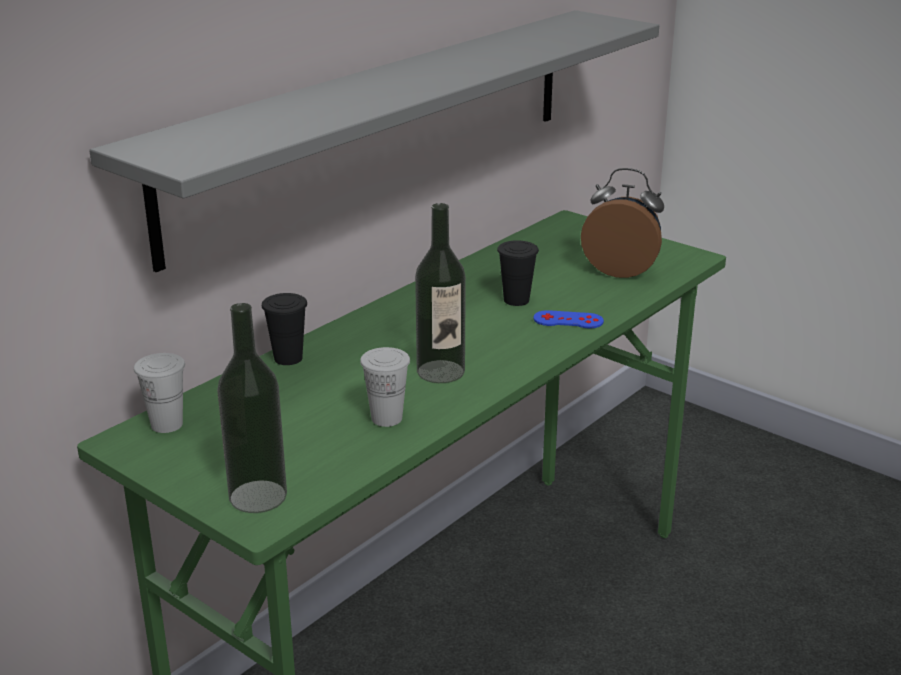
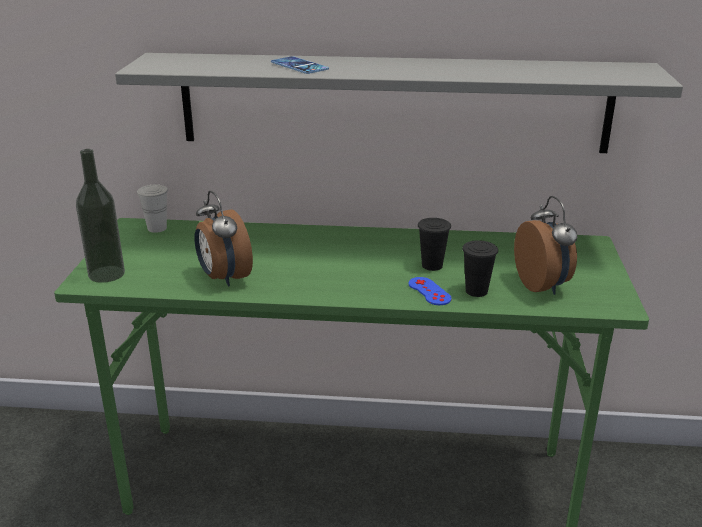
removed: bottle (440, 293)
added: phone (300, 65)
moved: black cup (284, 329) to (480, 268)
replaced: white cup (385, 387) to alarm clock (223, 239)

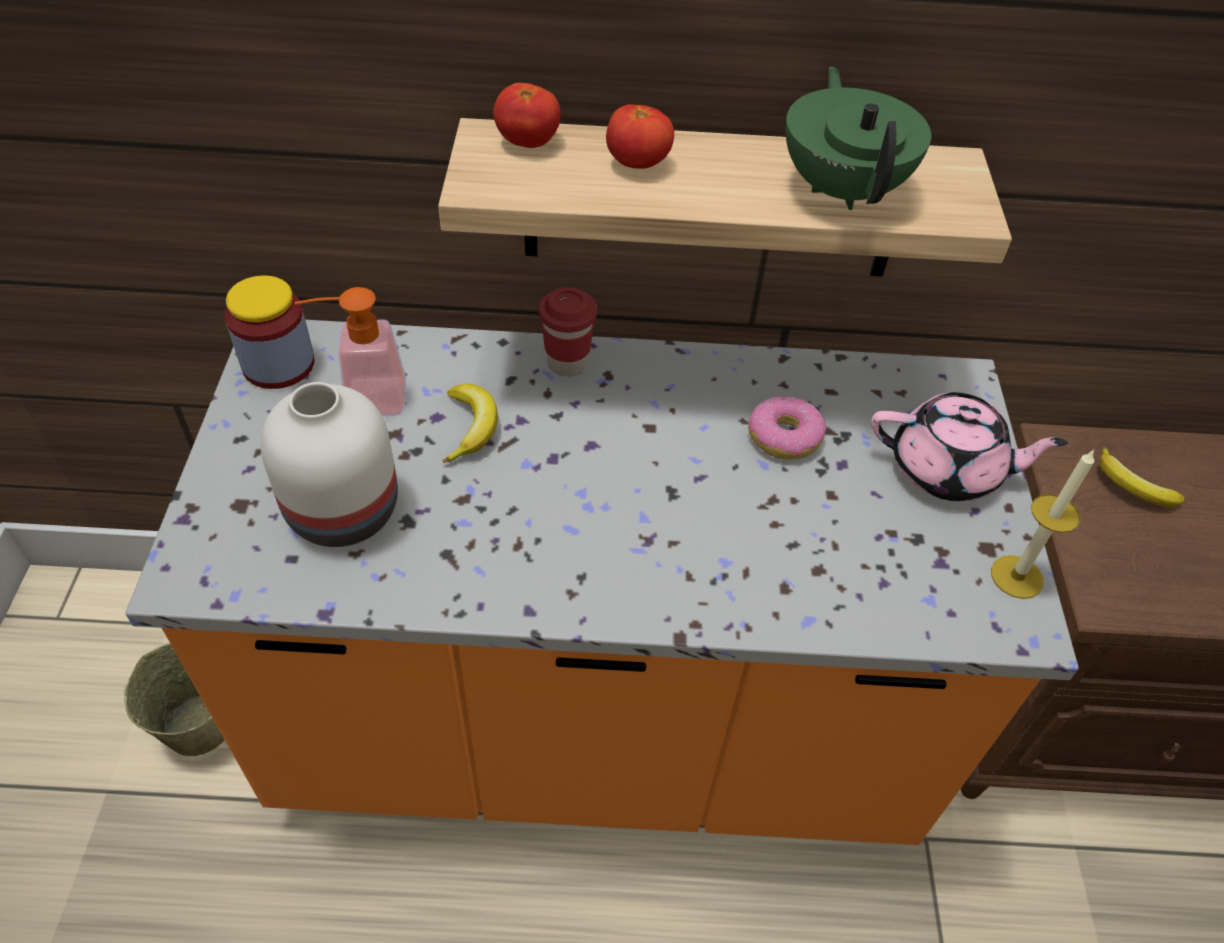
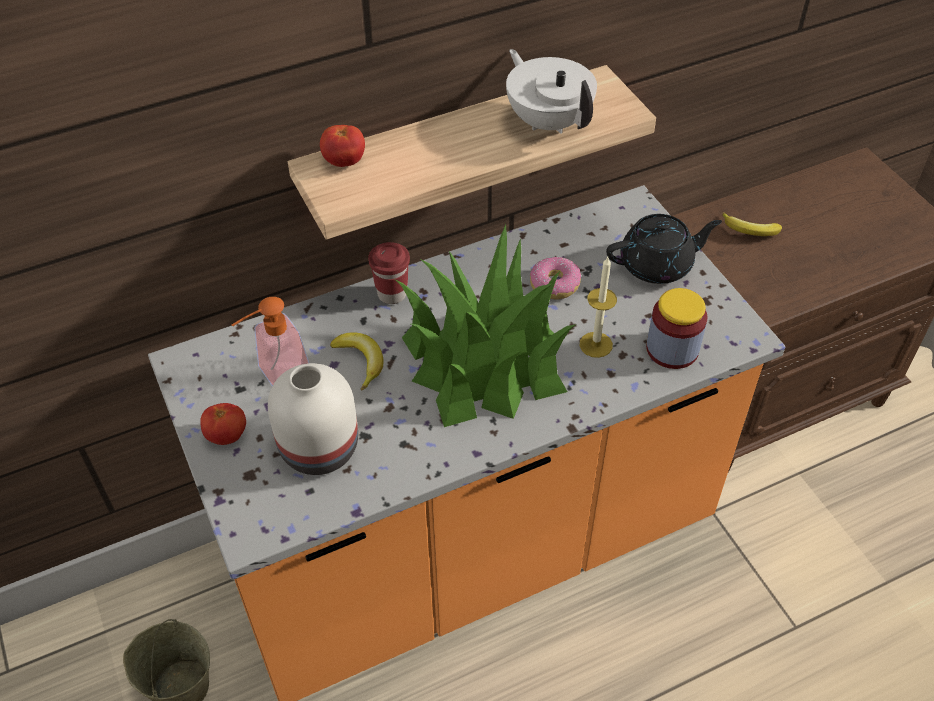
added: potted plant (486, 325)
moved: jar (270, 332) to (676, 328); tomato (640, 136) to (223, 424); candle (1043, 524) to (598, 307)
recoloured: green teapot (858, 138) to white teapot (551, 91); pink teapot (969, 447) to black teapot (664, 249)

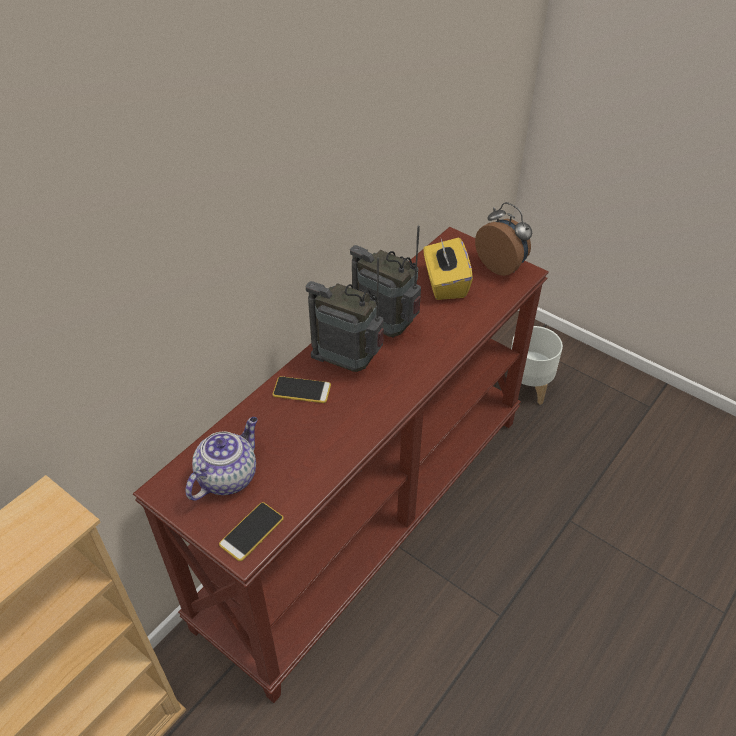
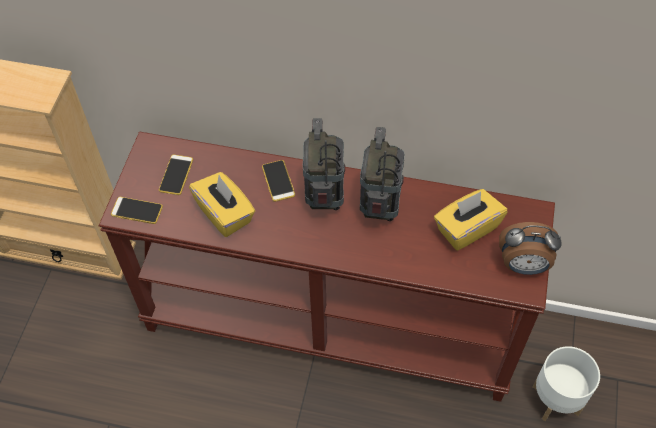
added: yellow tissue box (222, 204)
replaced: teapot (222, 458) to phone (176, 175)
turned: alarm clock (503, 239) = (530, 248) 75 degrees clockwise

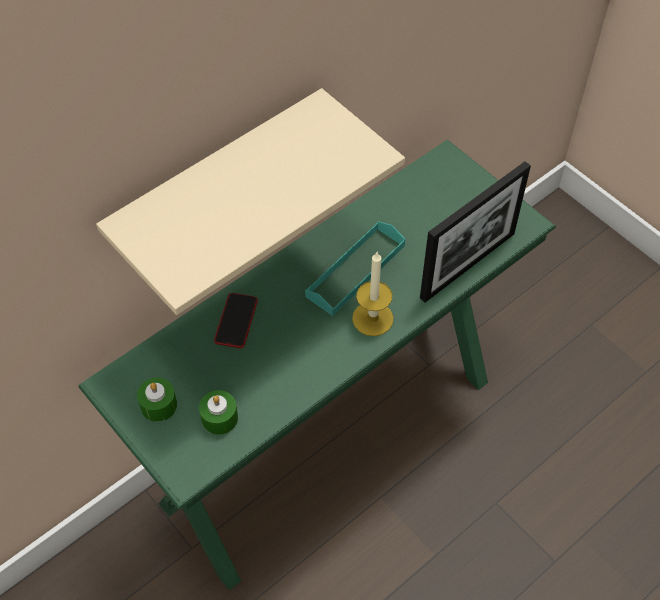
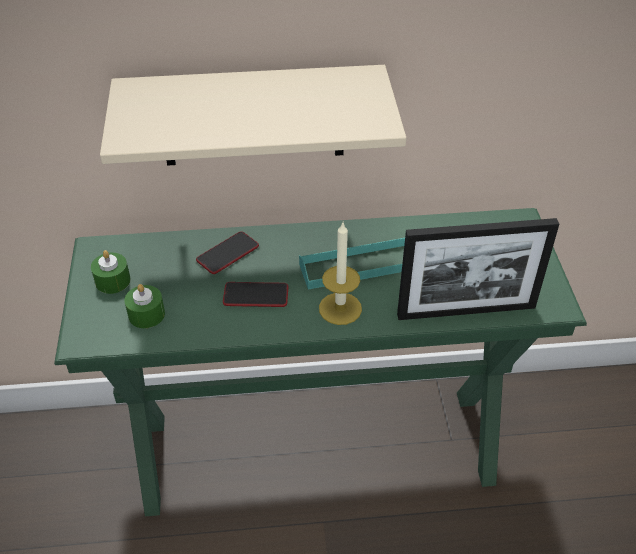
added: phone (255, 294)

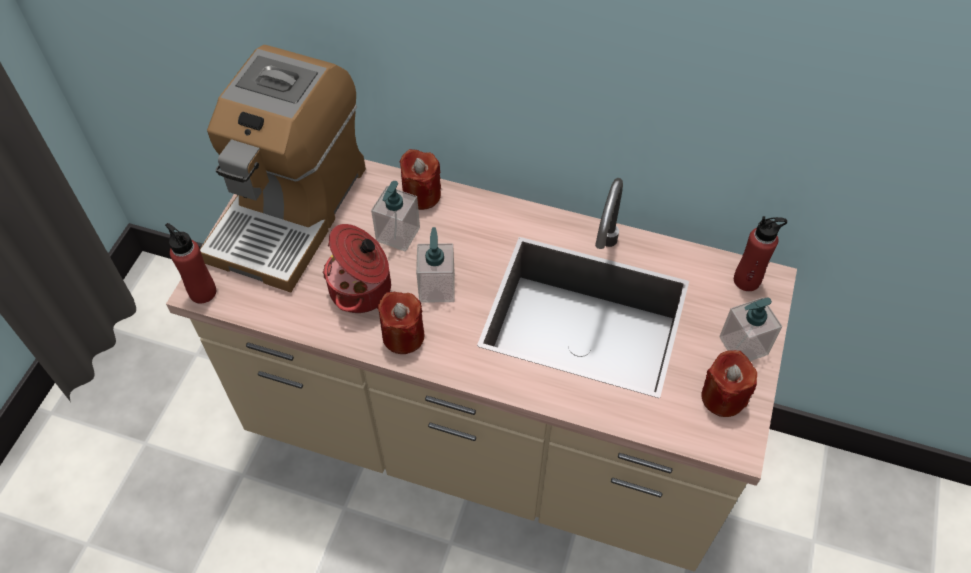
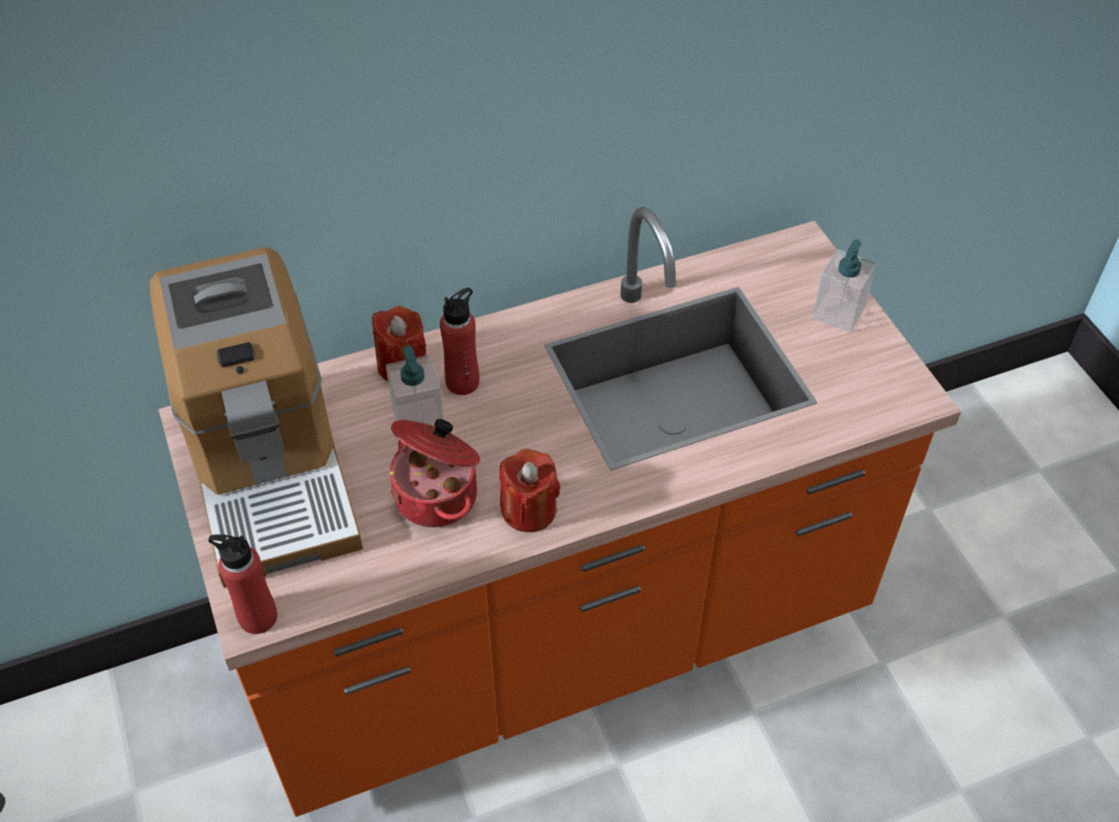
removed: soap dispenser (435, 265); red candle (729, 383)
moved: red bottle (760, 253) to (459, 341)
recoloured: beige counter (481, 365) to orange counter (559, 512)

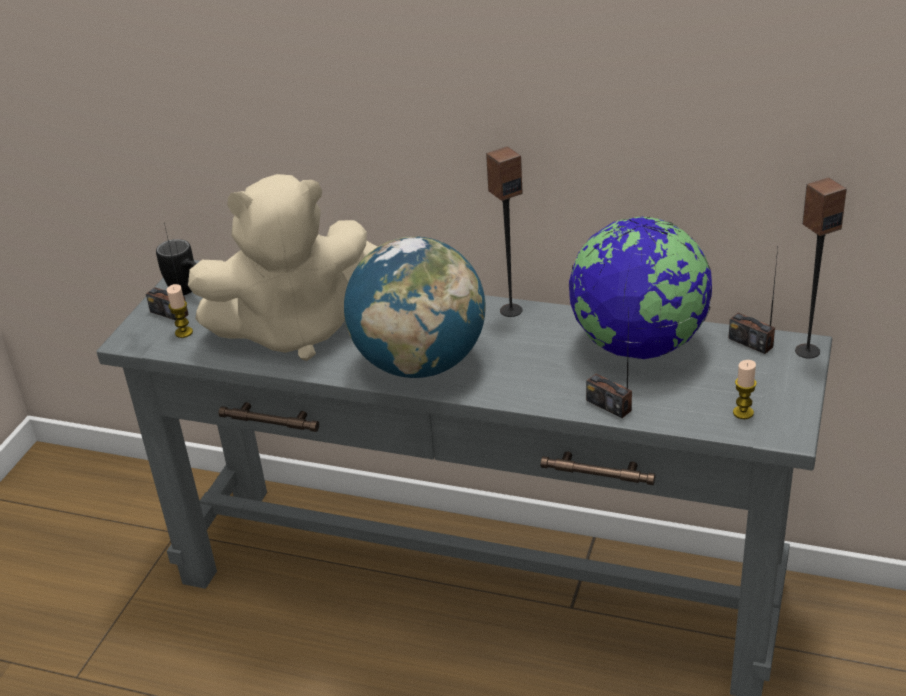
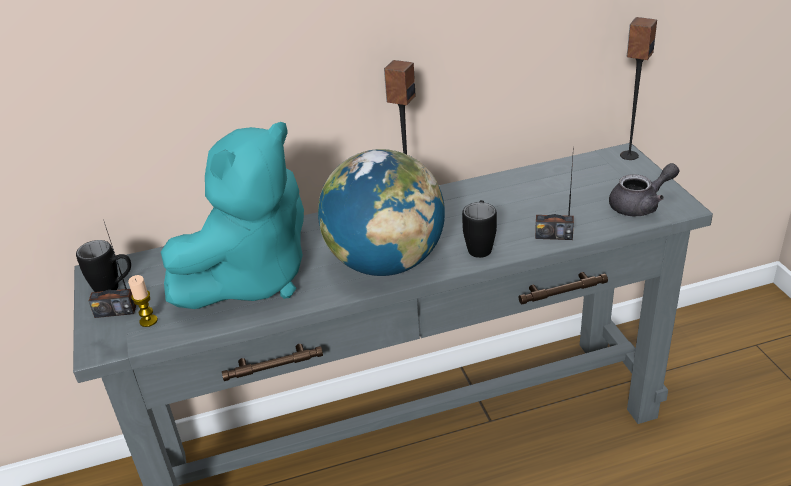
removed: globe (640, 288); radio (753, 301)
added: black mug (479, 229)
replaced: candle (745, 389) to grey teapot (644, 189)
recoloured: beige plush toy (282, 267) to turquoise plush toy (232, 215)

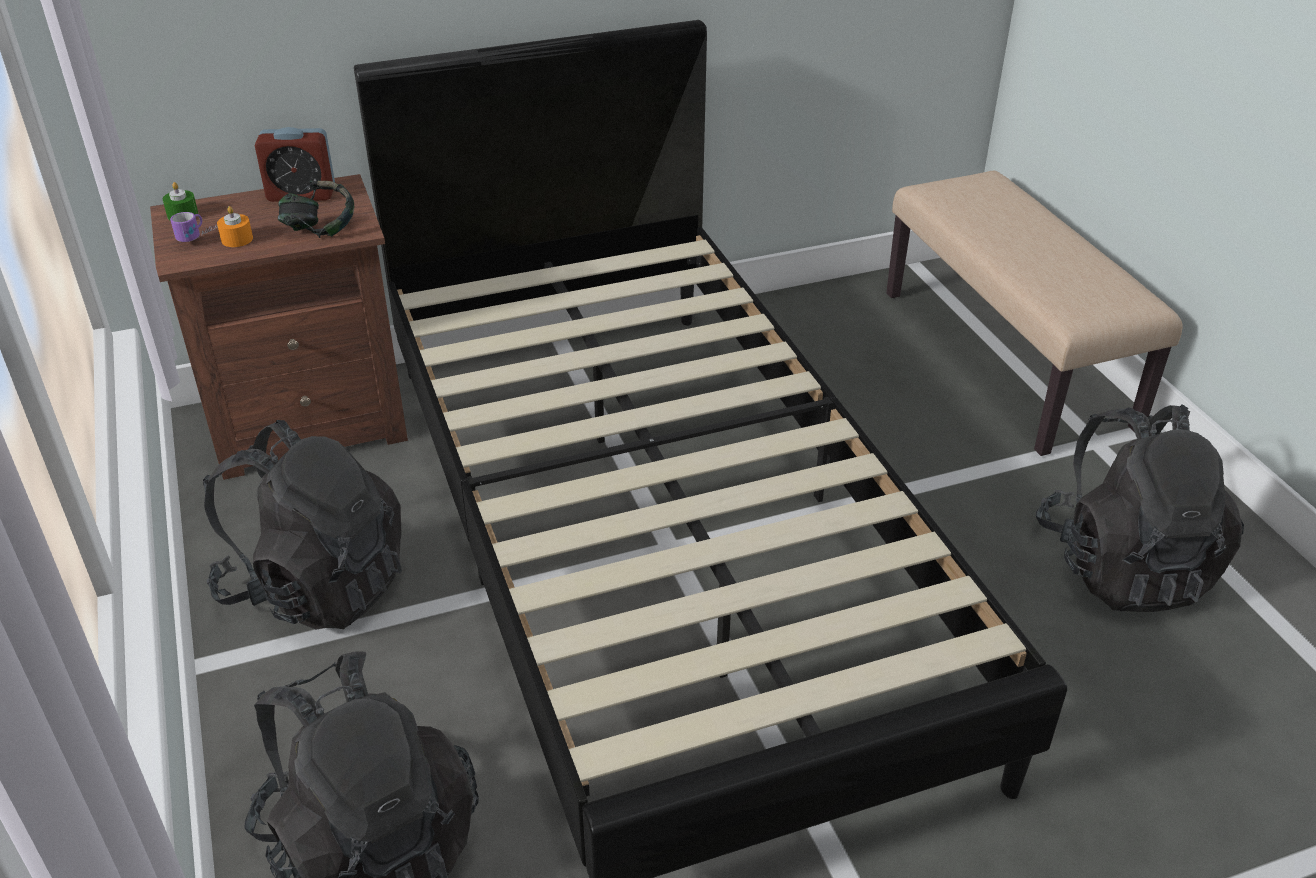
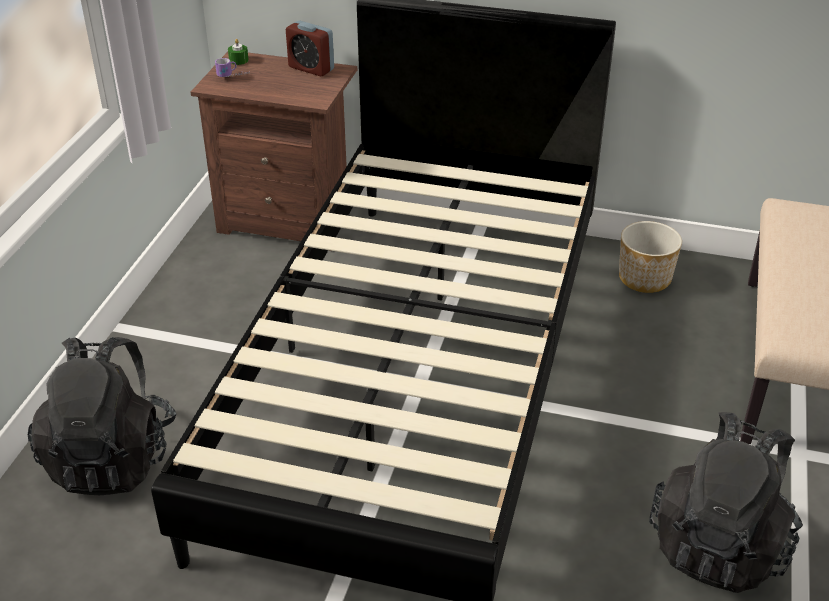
removed: black backpack (302, 525); orange candle (235, 226); headphones (316, 209)
added: planter (650, 257)

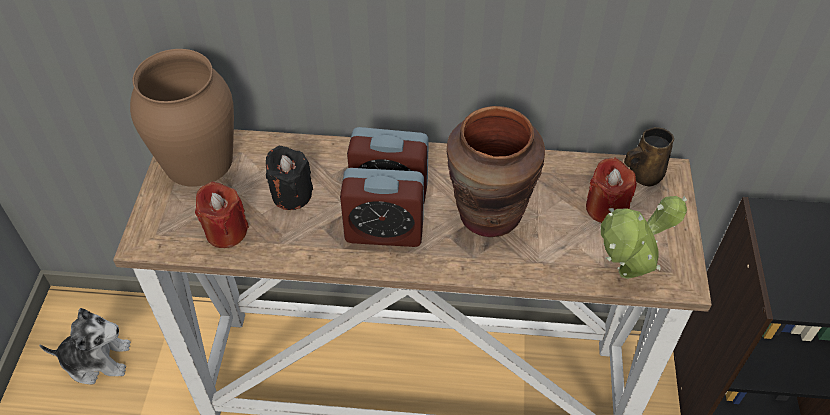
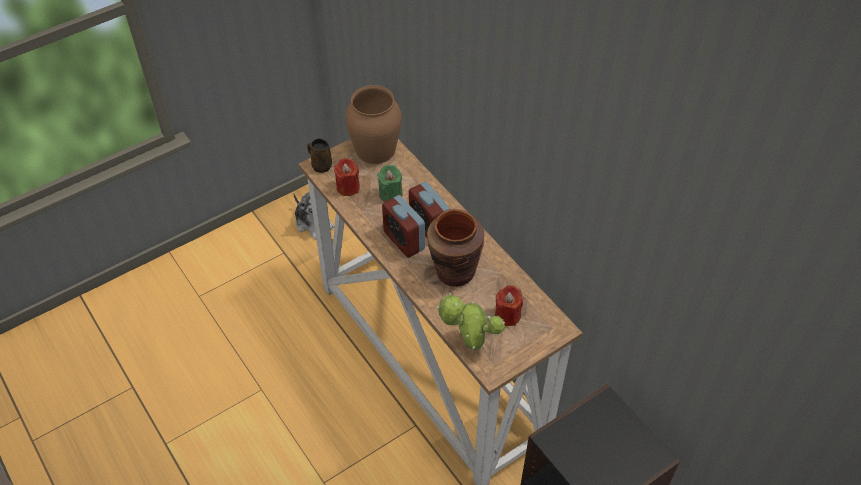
moved: brown mug (649, 157) to (319, 155)
recoloured: black candle (289, 178) to green candle (390, 183)

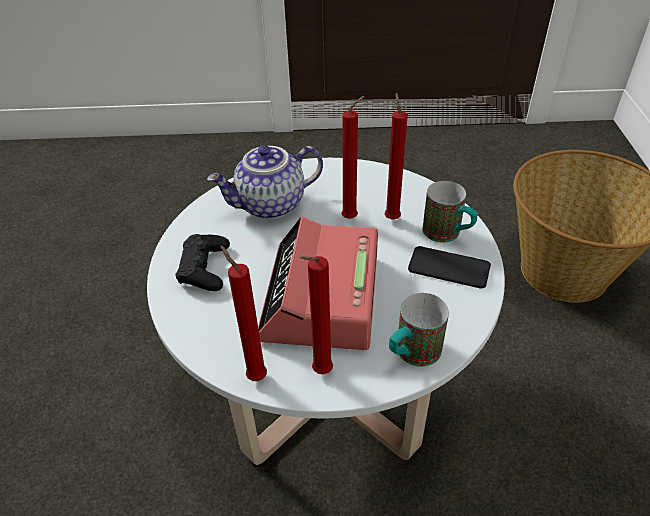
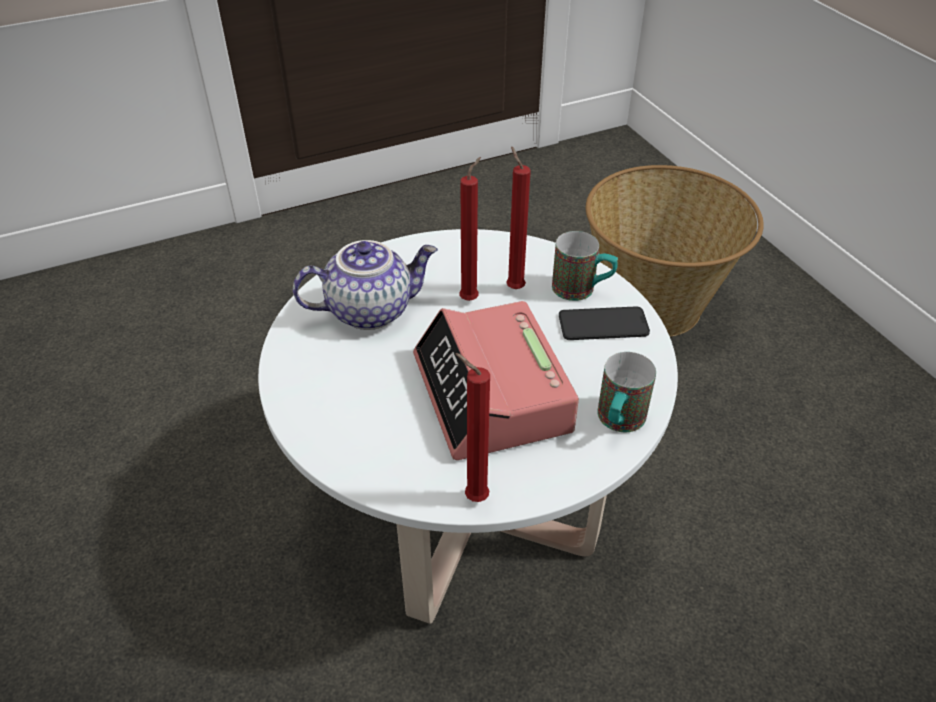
removed: black game controller (203, 262); red candle (316, 315)
turned: teapot (265, 182) = (365, 285) 150 degrees counterclockwise

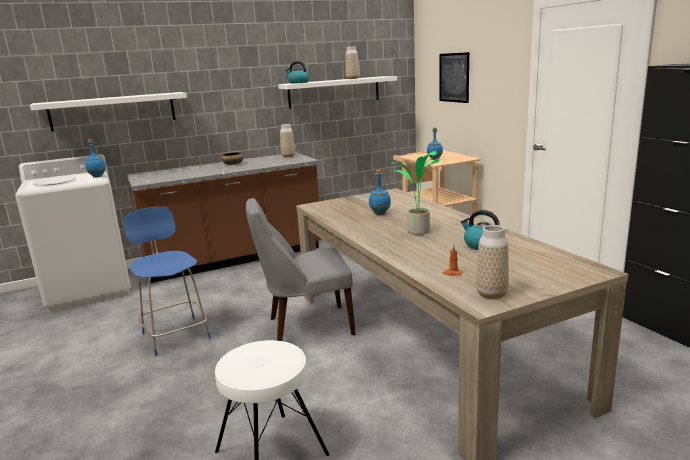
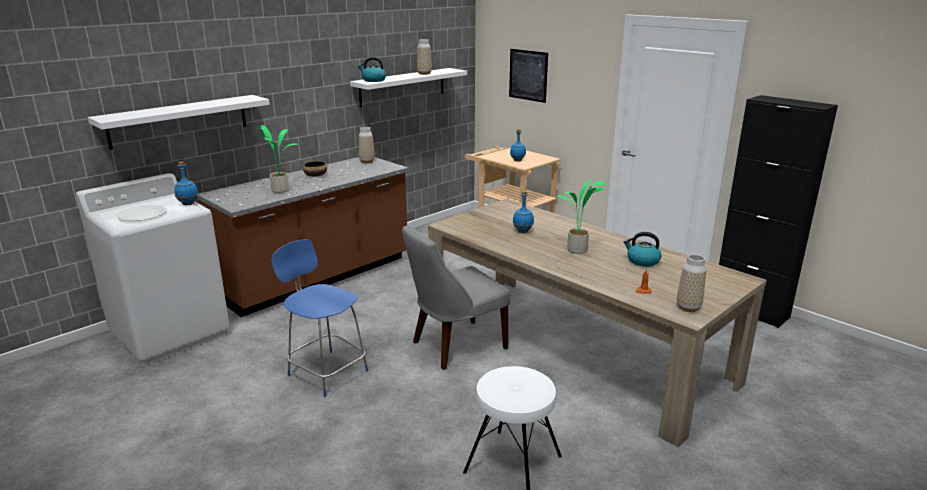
added: potted plant (276, 159)

